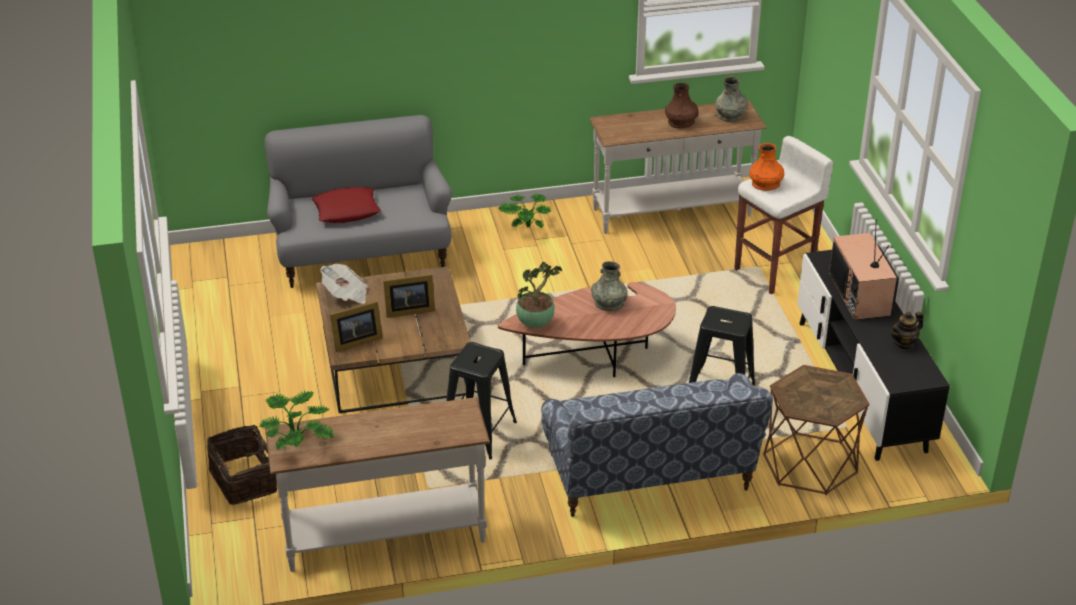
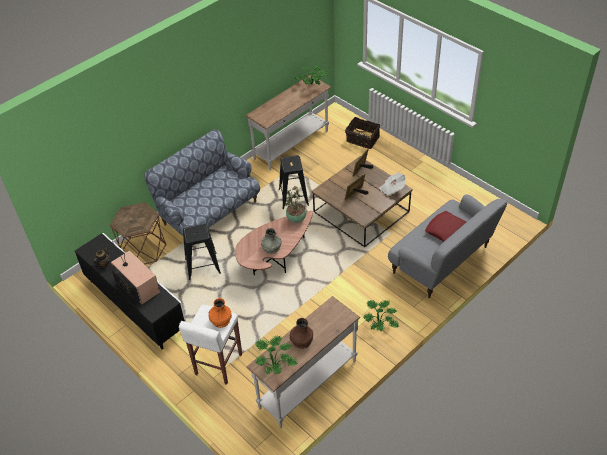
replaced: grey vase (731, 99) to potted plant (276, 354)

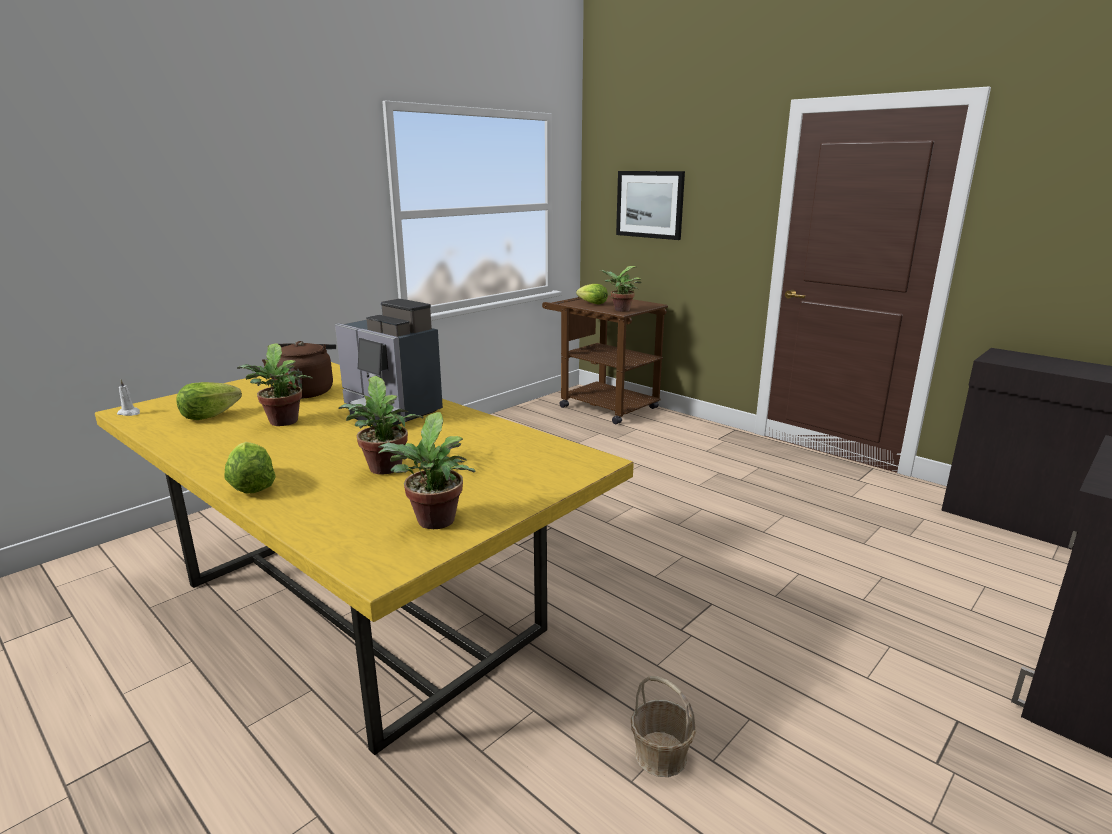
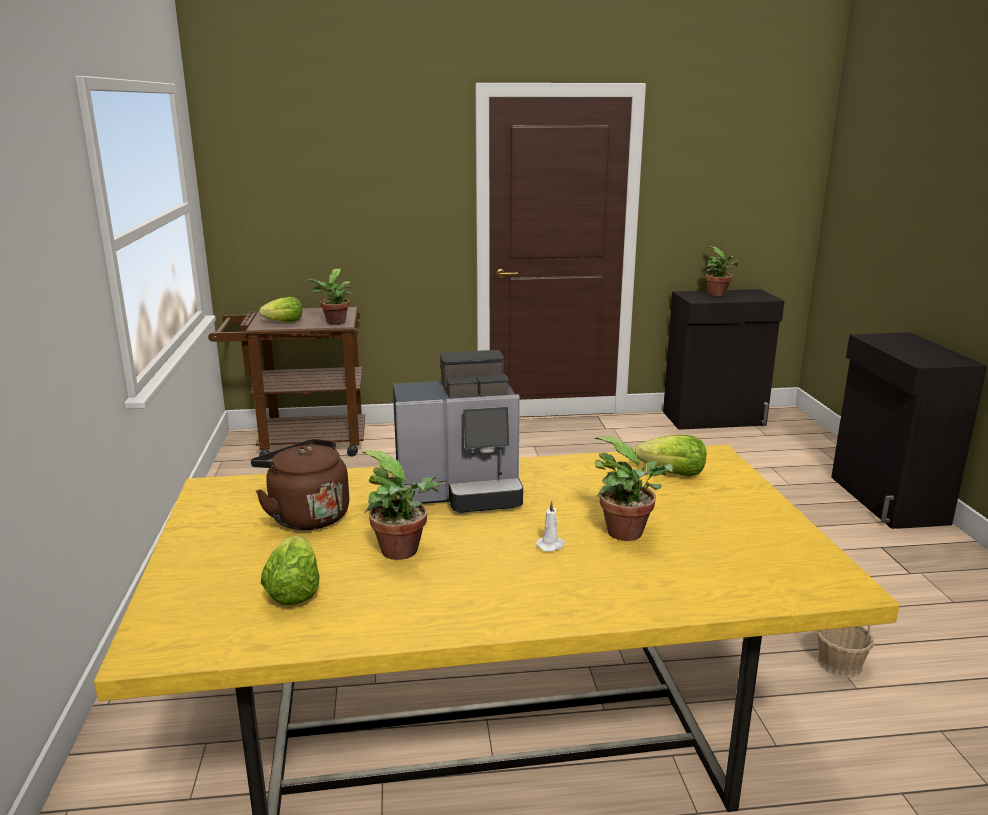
removed: picture (650, 205)
moved: white candle (128, 397) to (550, 526); lettuce (249, 467) to (670, 456); potted plant (427, 470) to (722, 271)

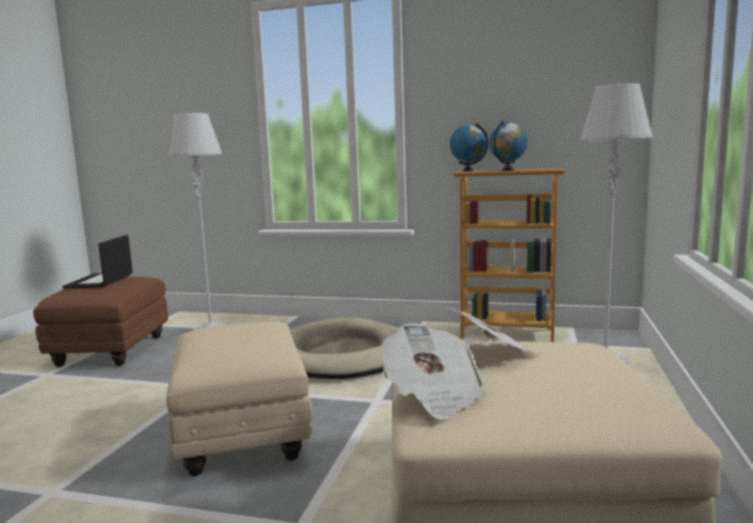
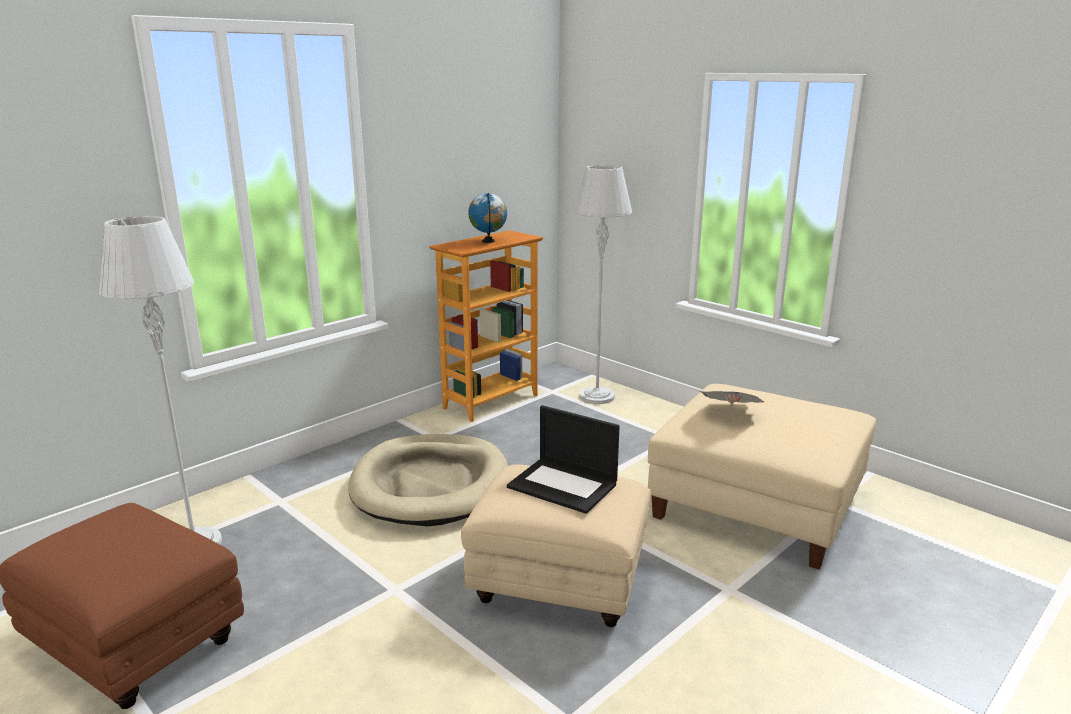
removed: newspaper (434, 371); globe (469, 147)
moved: laptop (97, 262) to (563, 459)

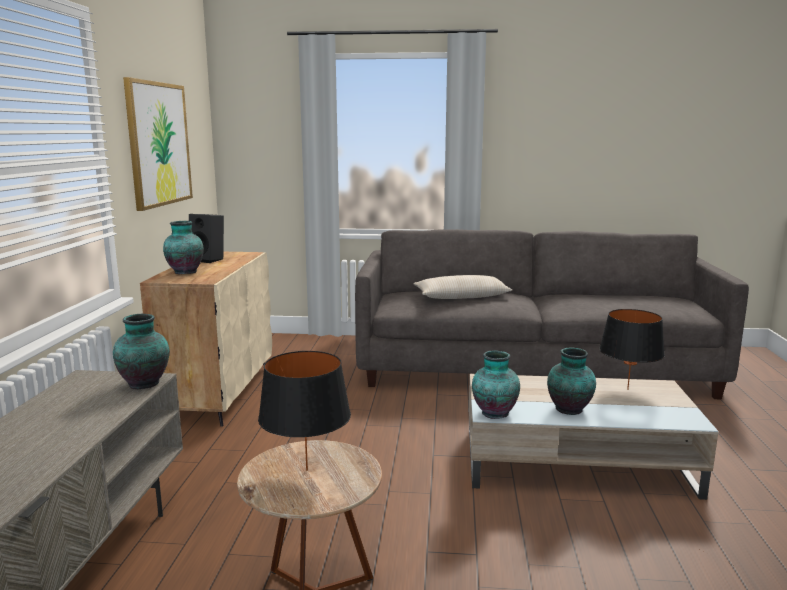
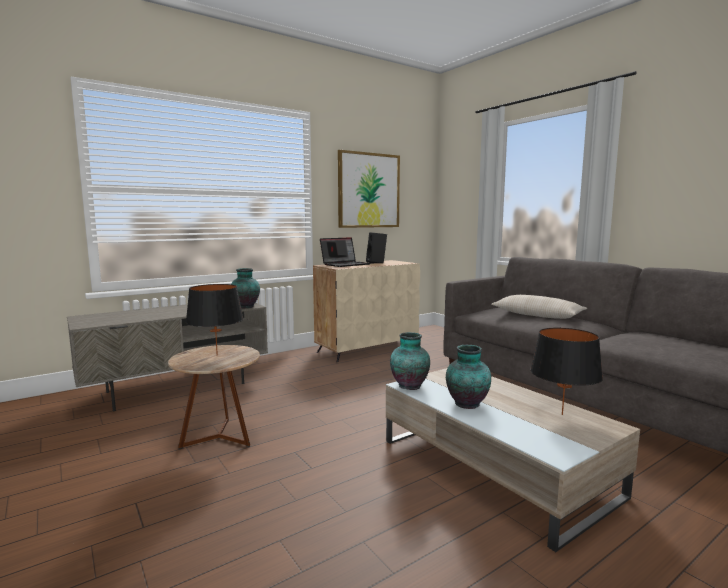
replaced: vase (183, 247) to laptop (345, 252)

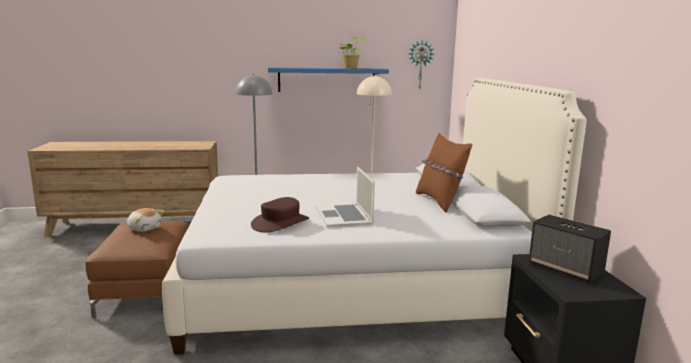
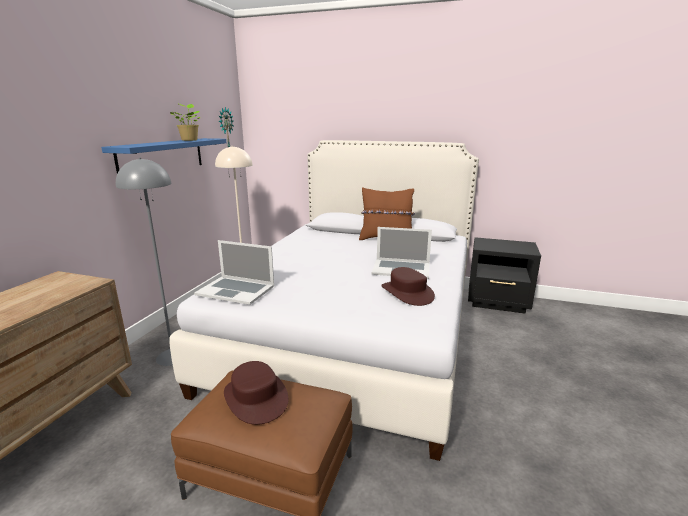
removed: speaker (570, 249)
added: laptop (234, 272)
replaced: plush toy (145, 220) to brown hat (256, 393)

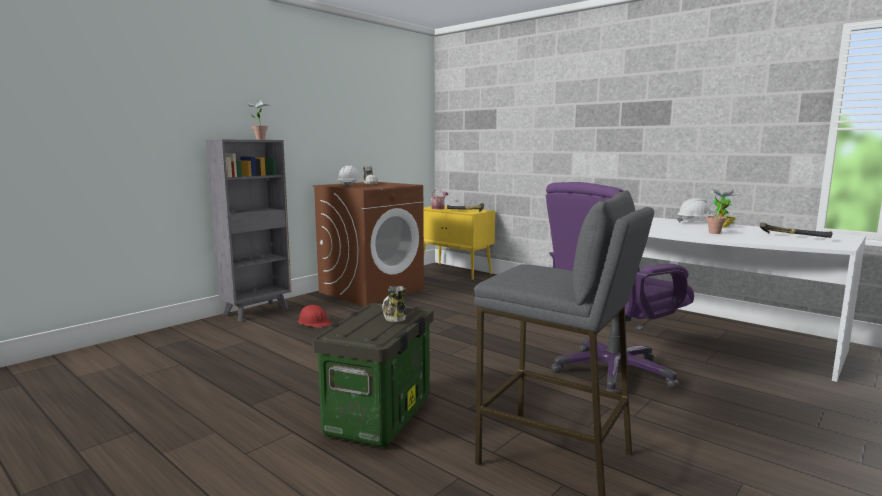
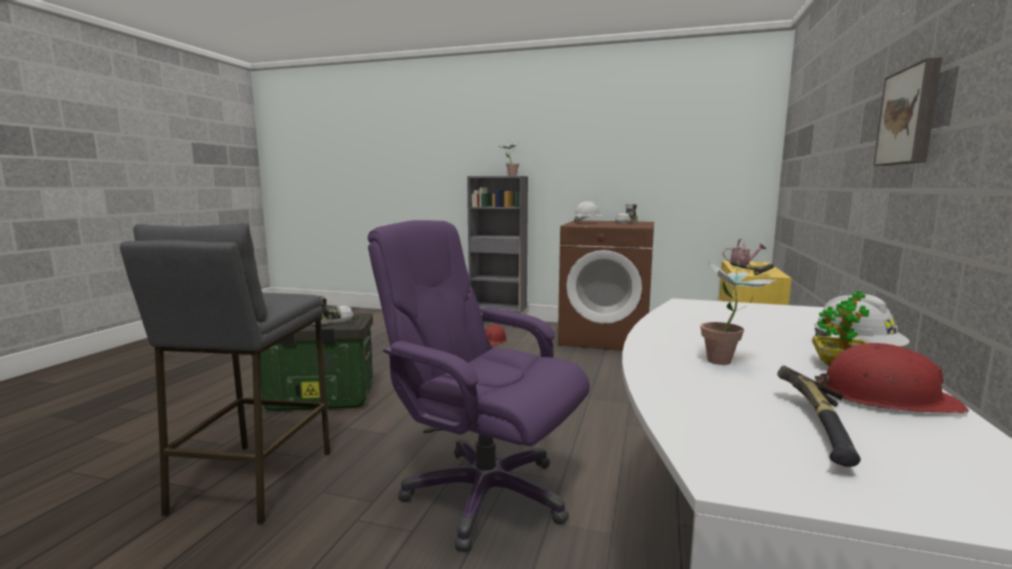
added: red hard hat (892, 378); picture (907, 111)

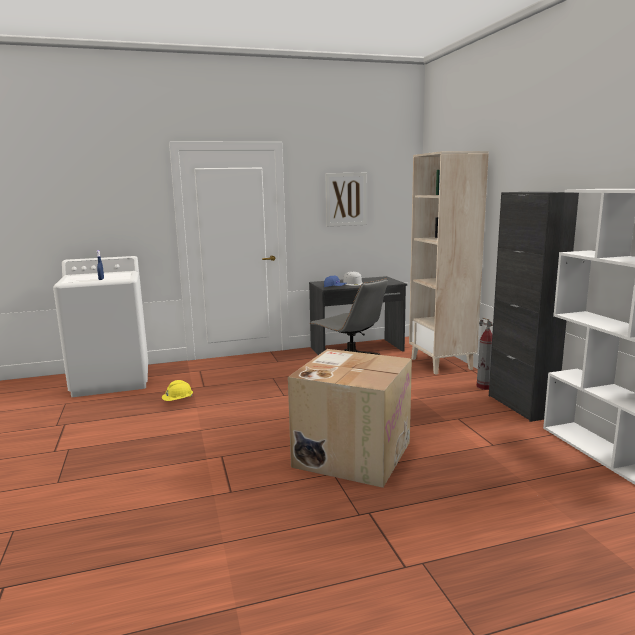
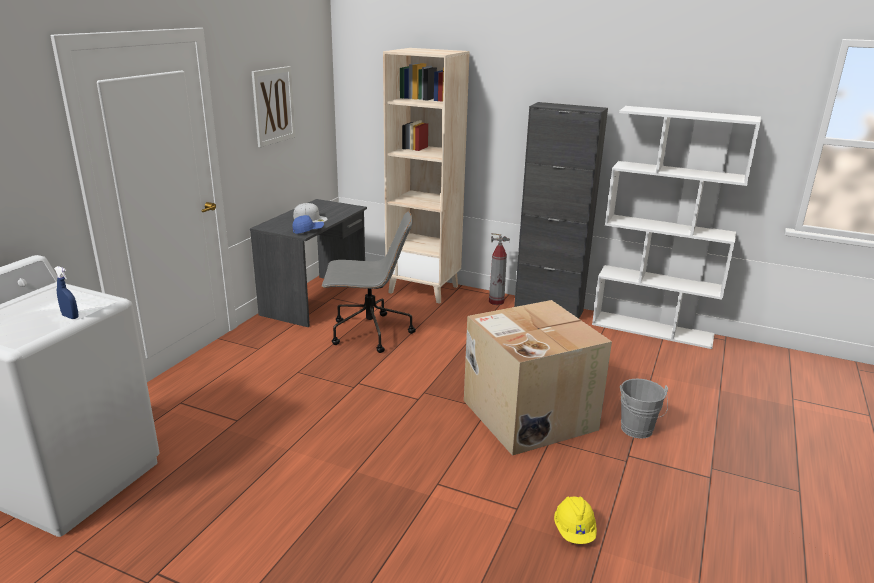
added: grey bucket (644, 408)
moved: yellow hard hat (177, 390) to (575, 520)

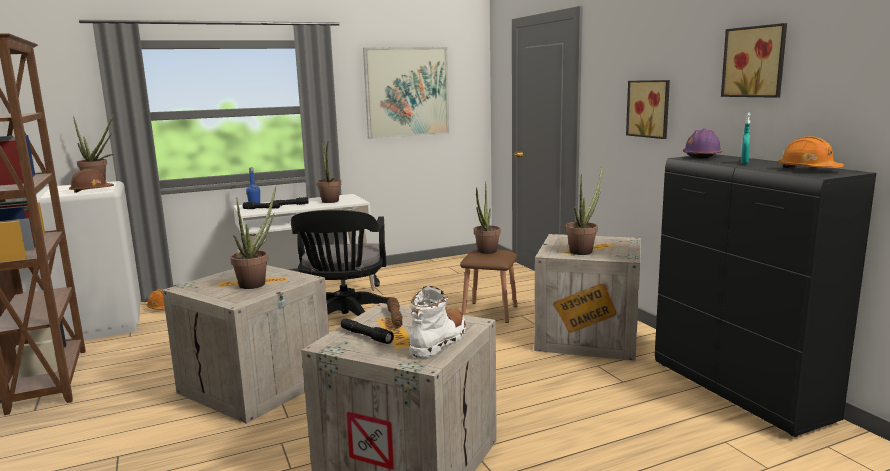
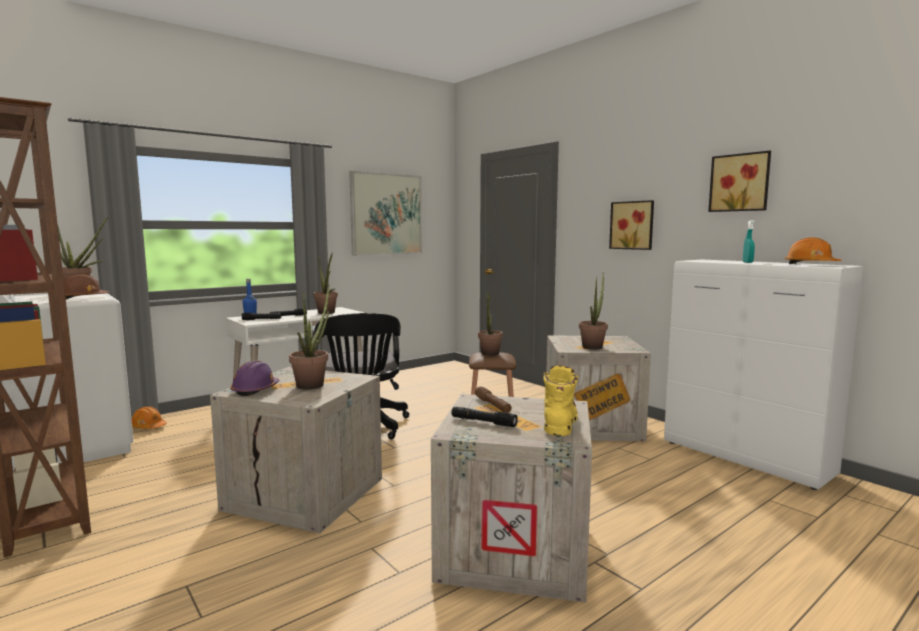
moved: purple hard hat (703, 143) to (255, 378)
recoloured: white boot (437, 322) to yellow boot (560, 400); black cabinet (765, 295) to white cabinet (763, 375)

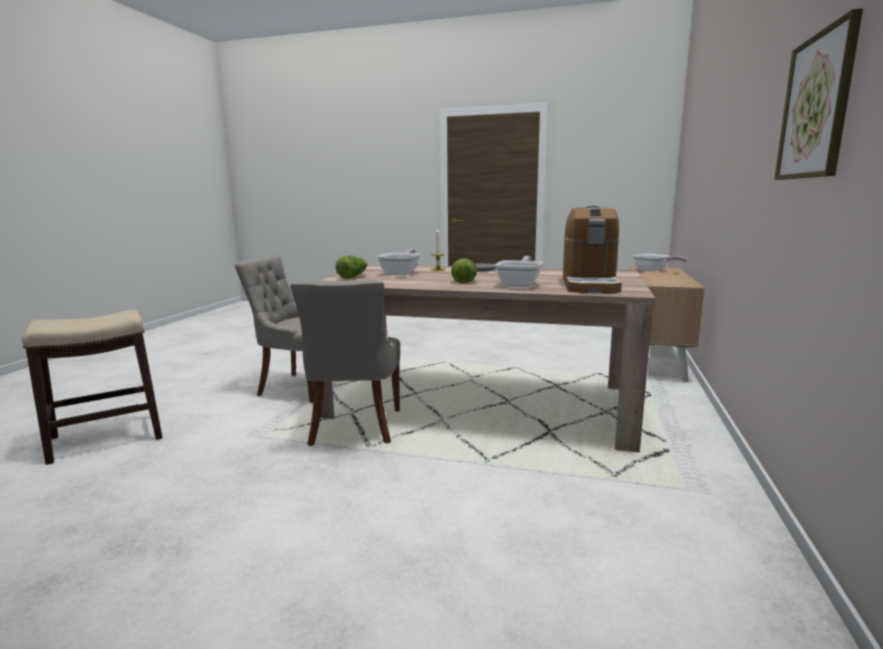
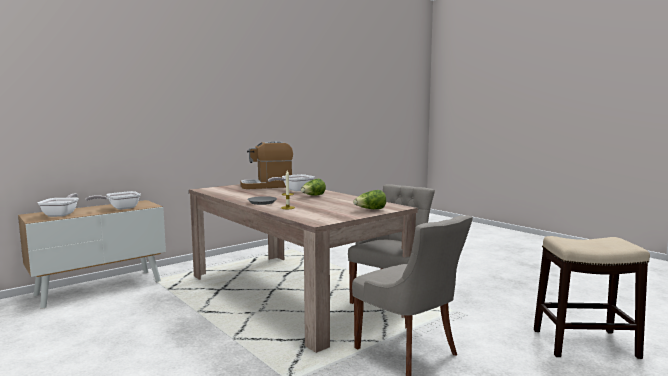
removed: picture (818, 94)
moved: frying pan (399, 262) to (113, 200)
turned: coffee machine (592, 250) = (266, 165) 150 degrees counterclockwise

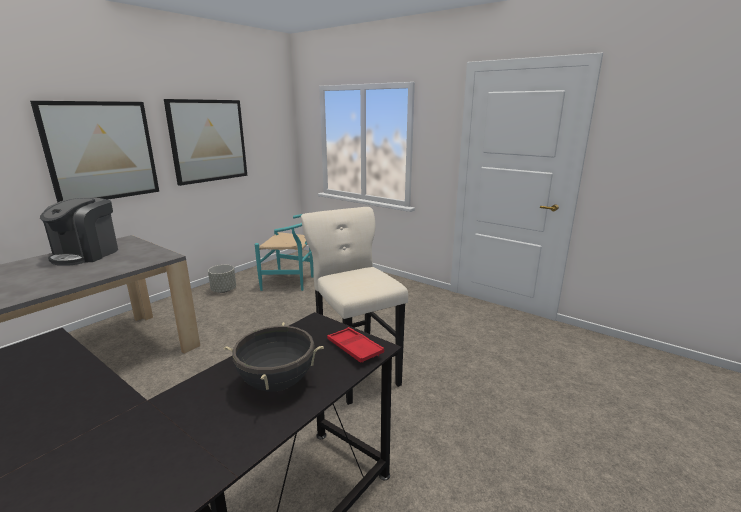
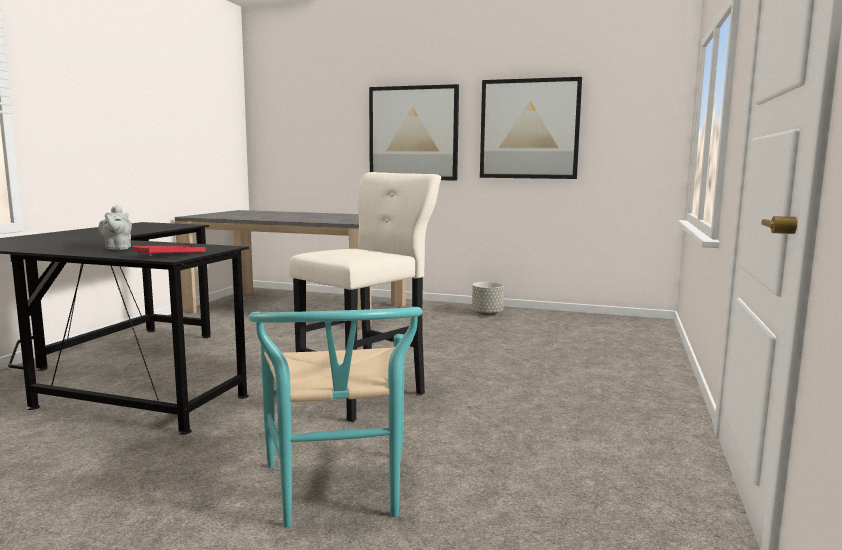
removed: coffee machine (79, 231)
moved: turquoise chair (284, 252) to (335, 417)
replaced: black cooking pot (274, 357) to grey teapot (115, 227)

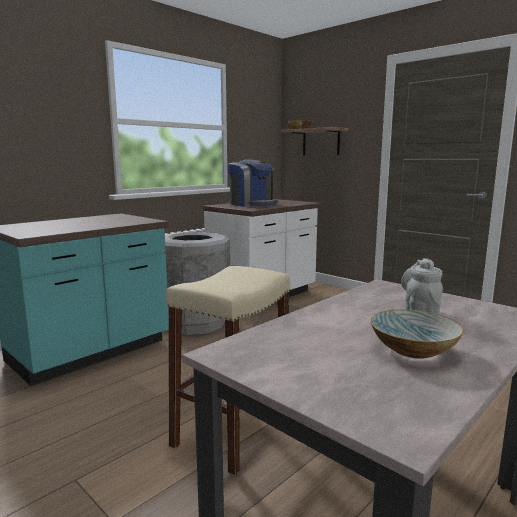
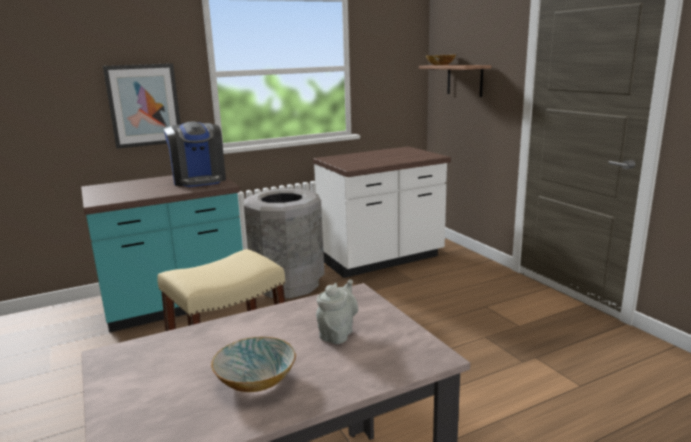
added: picture (142, 106)
moved: coffee machine (252, 183) to (195, 154)

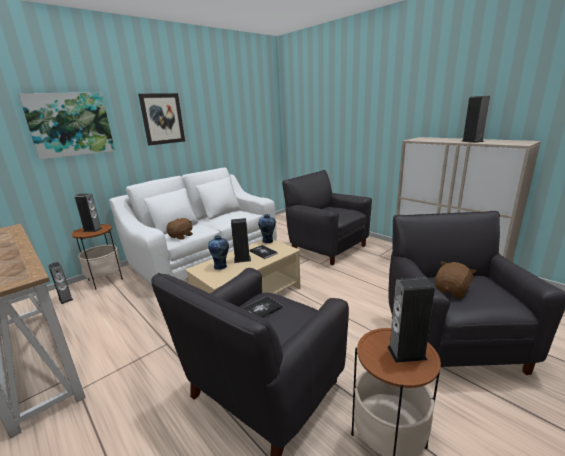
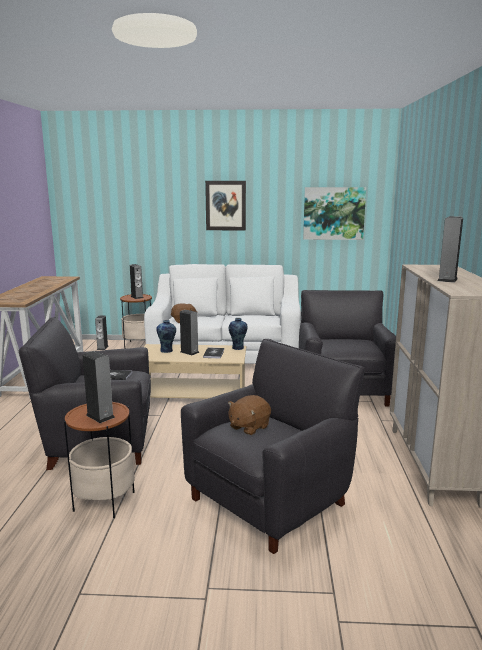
moved: picture (66, 126) to (334, 213)
turned: brown plush toy (455, 279) = (249, 415) 135 degrees clockwise

